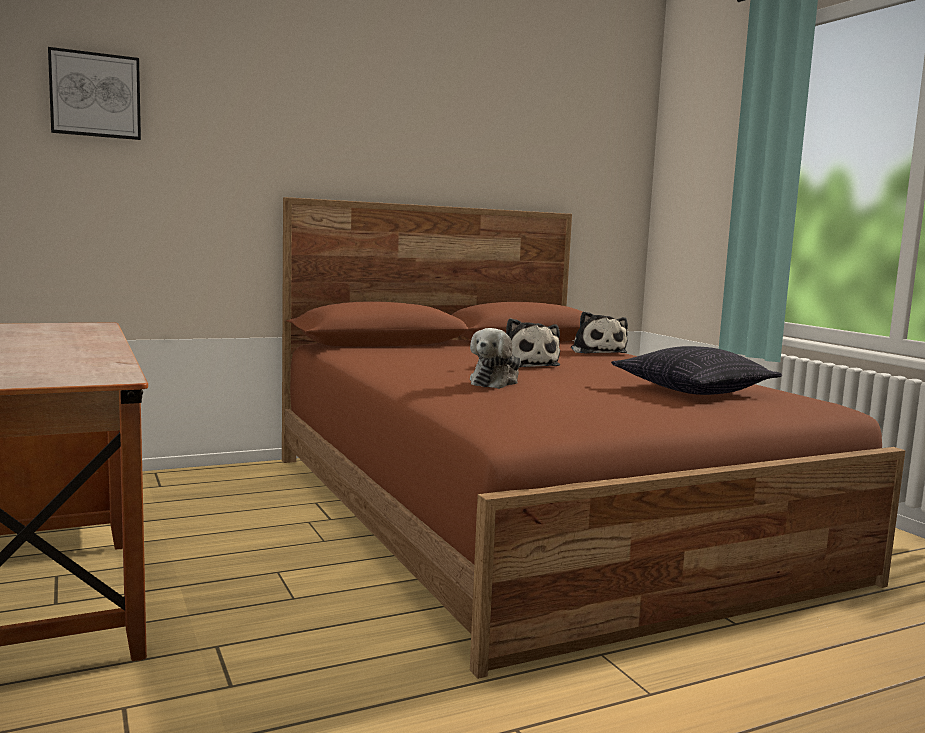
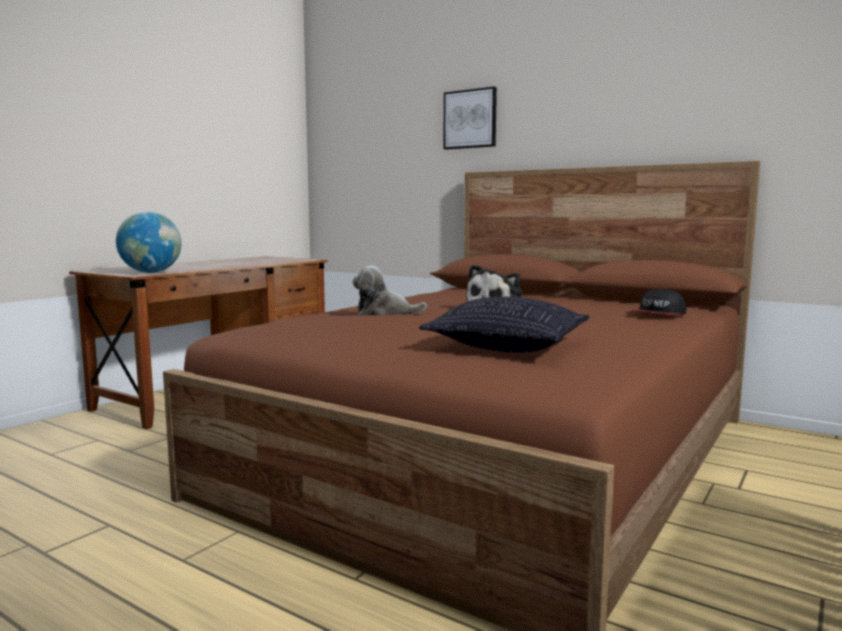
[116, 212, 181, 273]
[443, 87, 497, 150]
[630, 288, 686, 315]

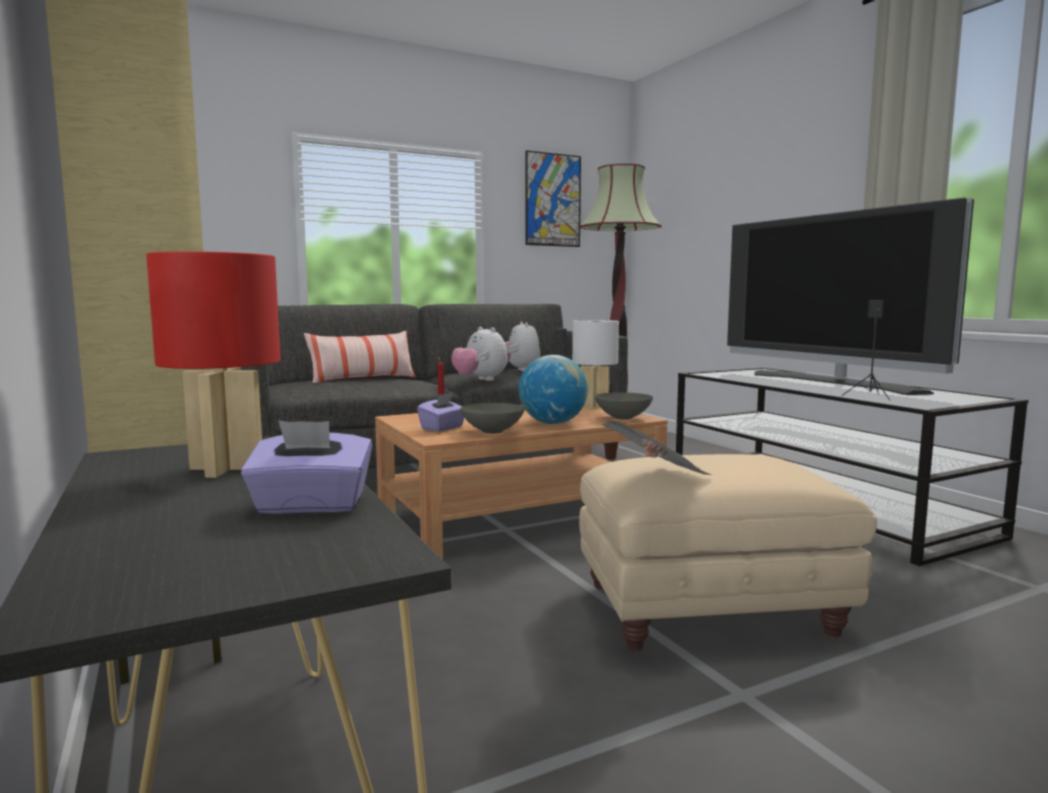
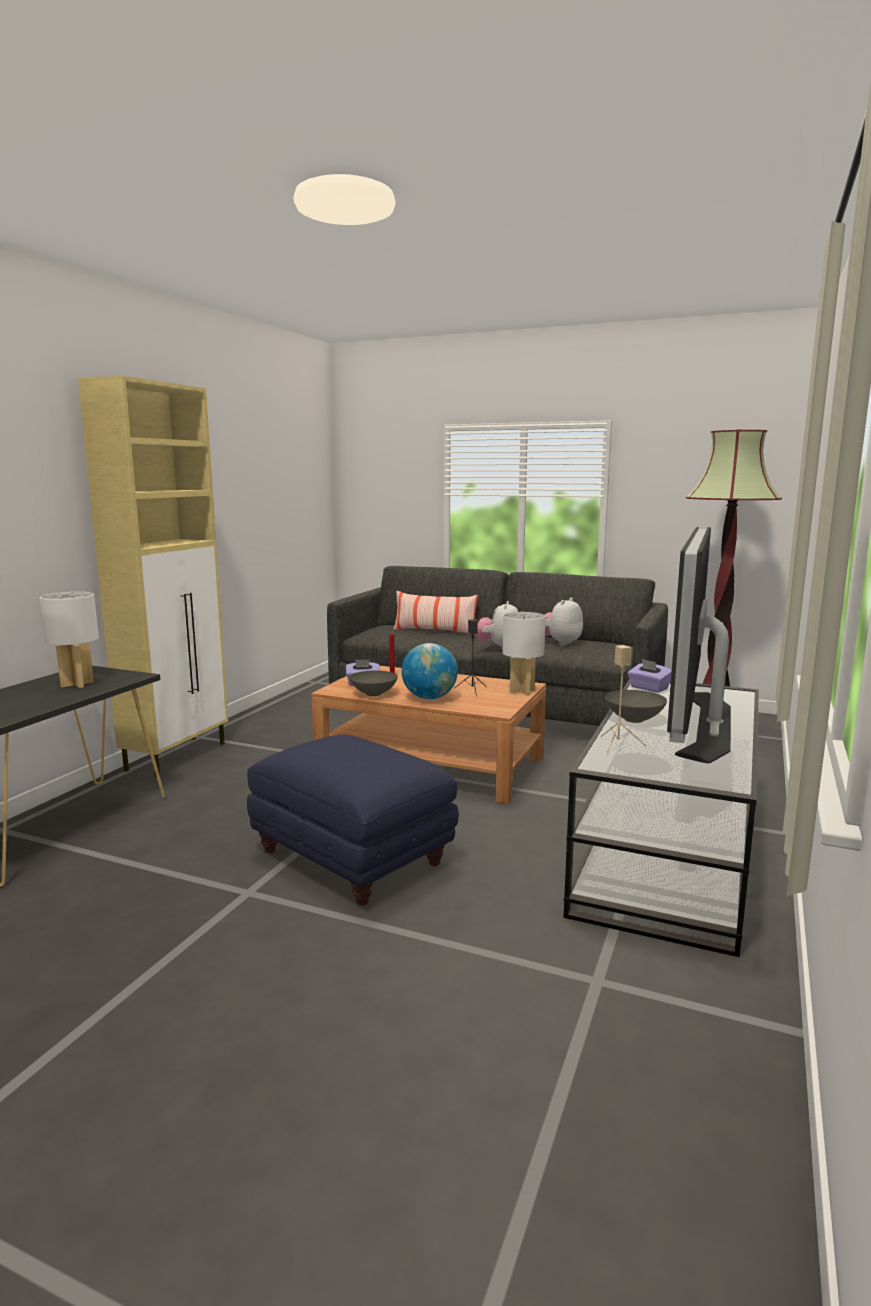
[525, 150, 581, 247] (first image)
[602, 421, 713, 475] (first image)
[628, 659, 672, 693]
[605, 690, 667, 723]
[40, 592, 99, 688]
[247, 734, 459, 906]
[600, 645, 646, 754]

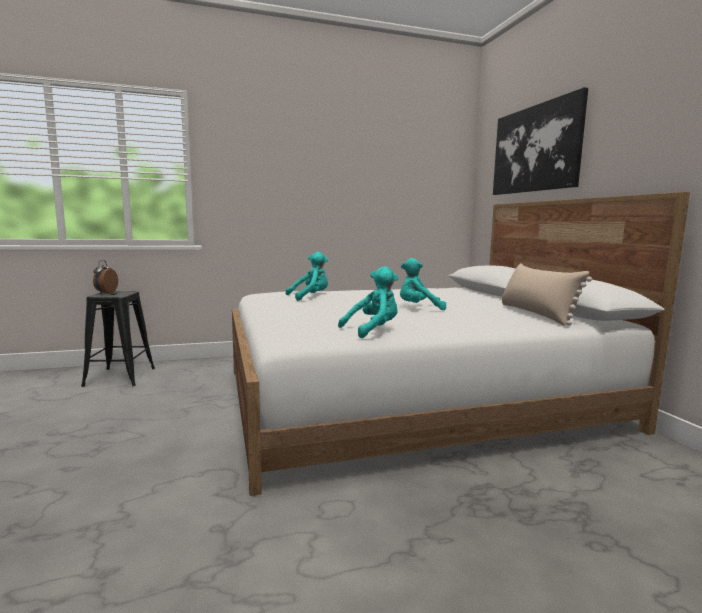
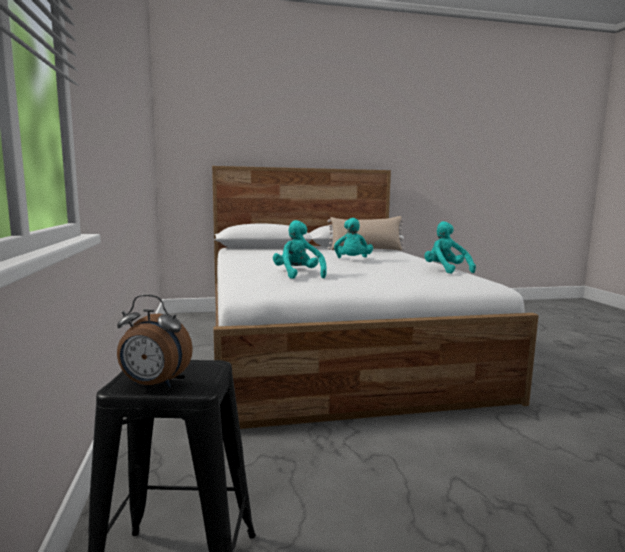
[493, 87, 588, 195] (first image)

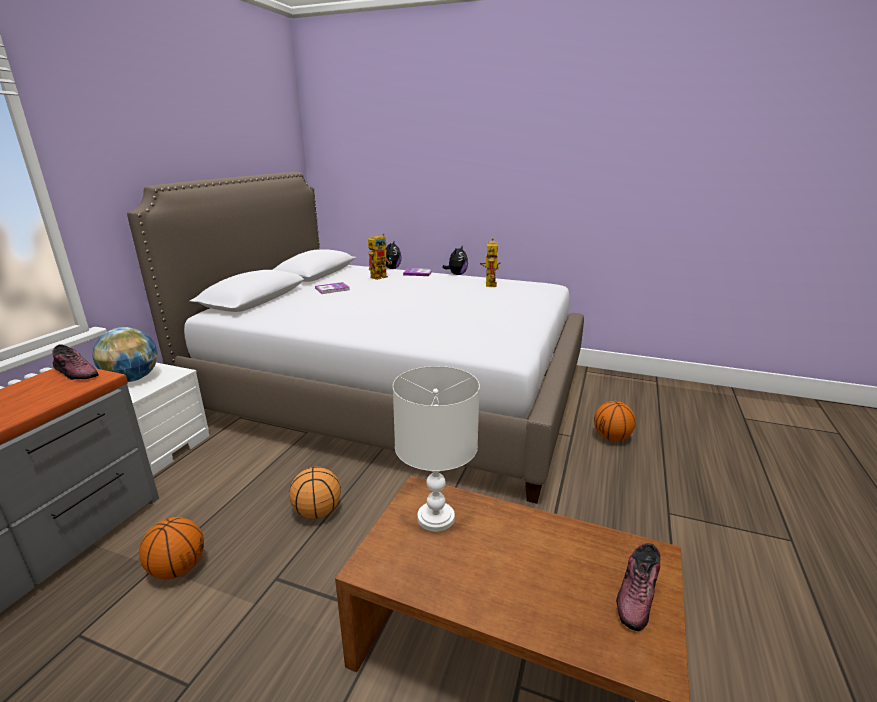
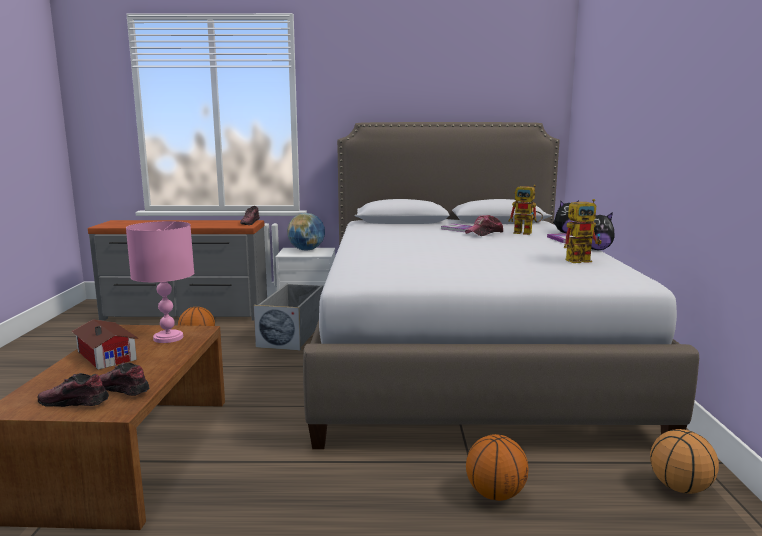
[72, 320, 138, 370]
[99, 362, 149, 396]
[253, 284, 323, 350]
[465, 215, 504, 236]
[650, 429, 719, 494]
[126, 221, 194, 343]

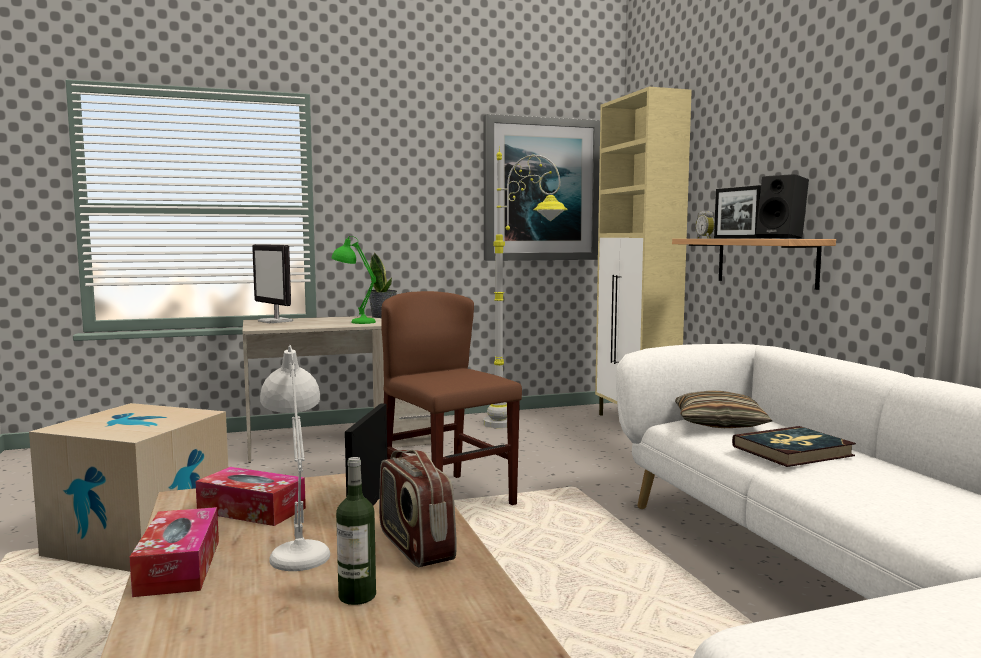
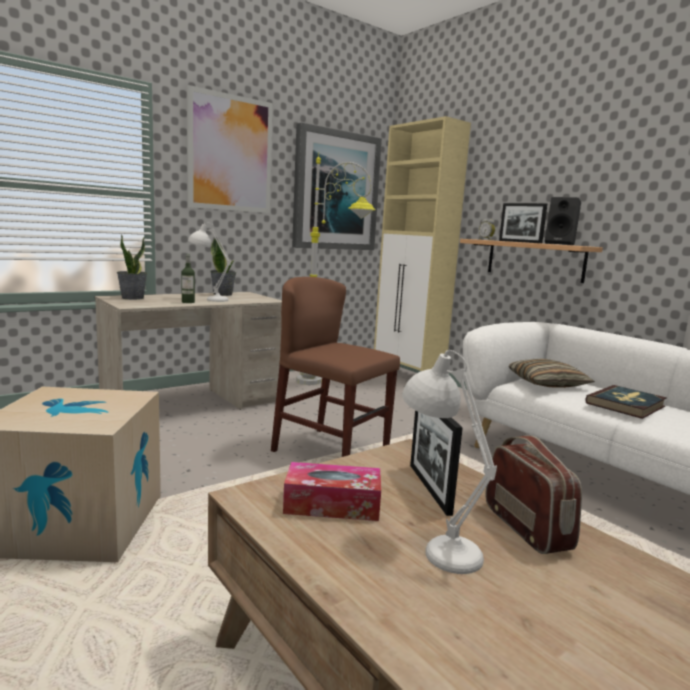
[130, 507, 219, 597] (first image)
[187, 85, 273, 213]
[181, 254, 195, 303]
[117, 234, 147, 300]
[188, 222, 231, 302]
[486, 436, 582, 554]

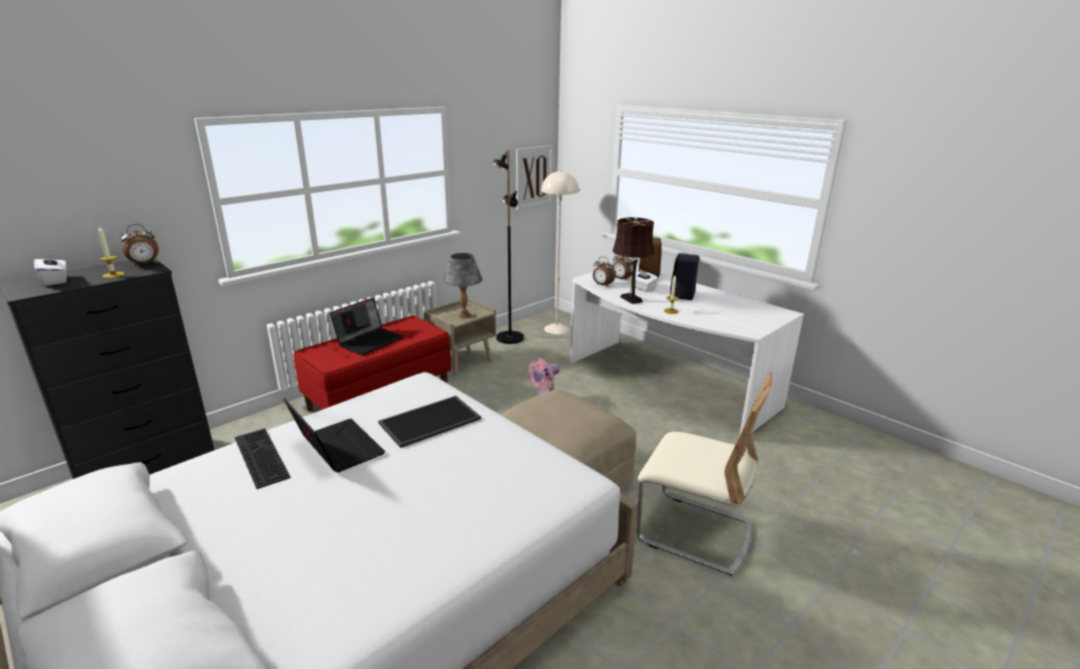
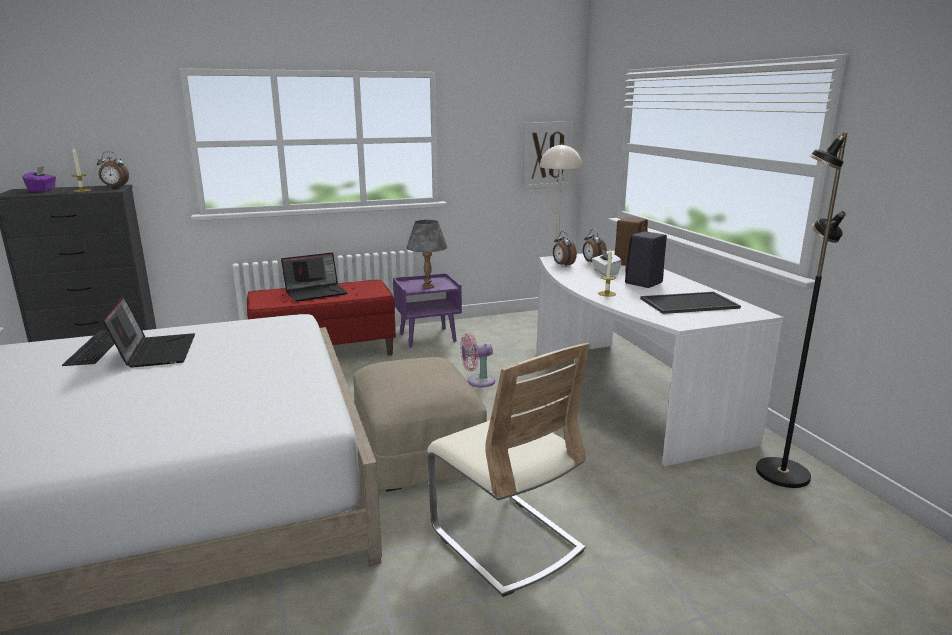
[613, 217, 654, 304] (first image)
[640, 292, 741, 314]
[756, 132, 847, 488]
[23, 166, 56, 192]
[393, 273, 462, 348]

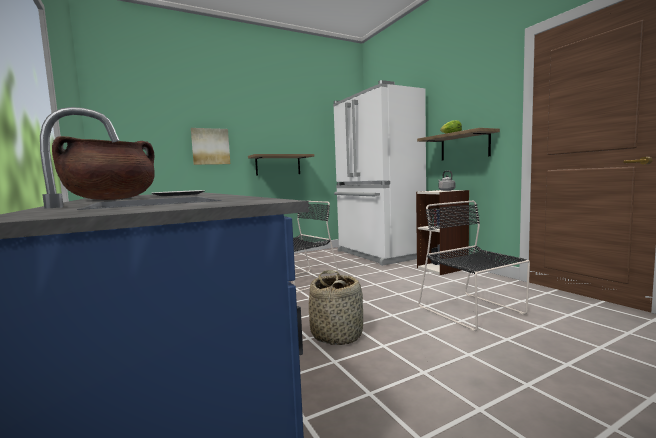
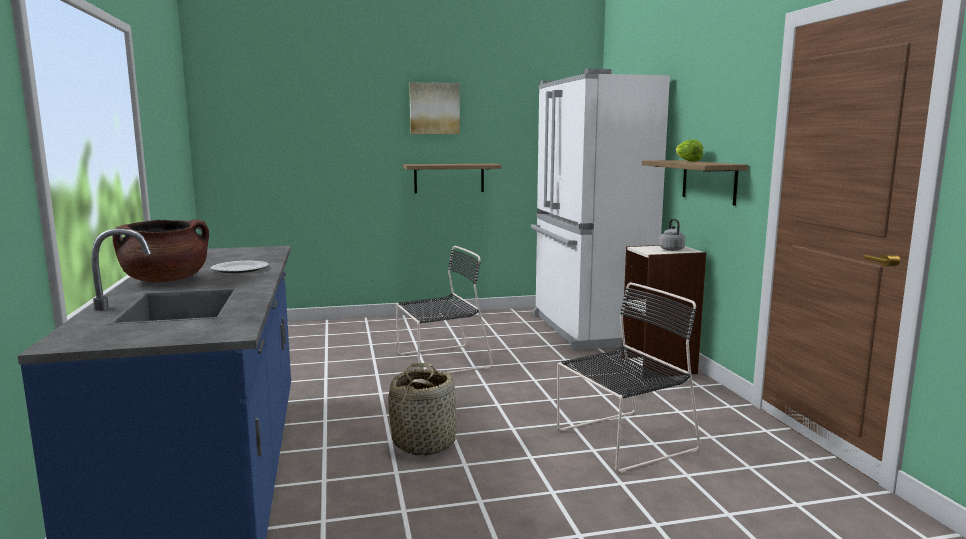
[409, 82, 460, 134]
[557, 282, 700, 473]

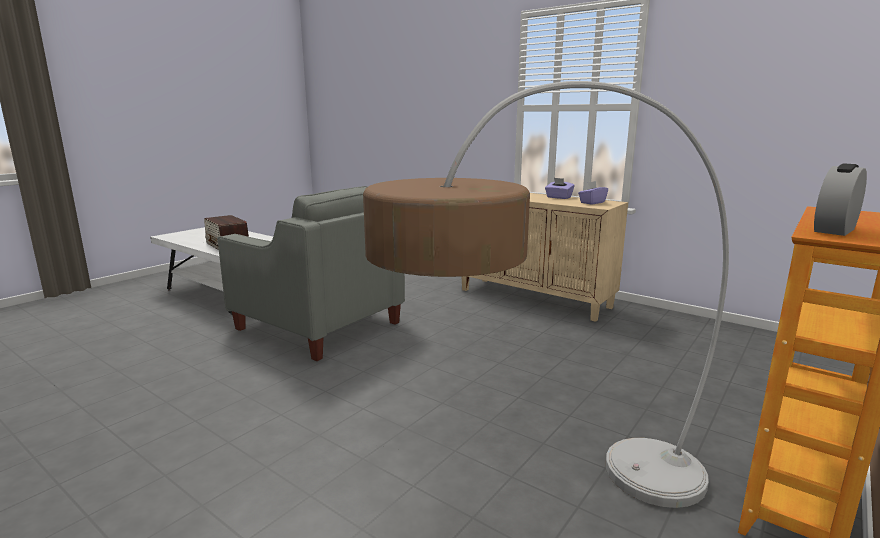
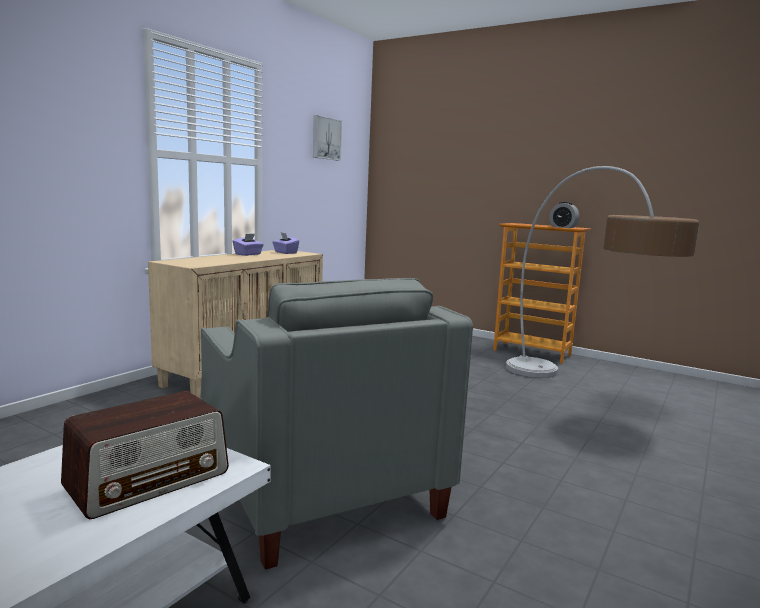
[313, 115, 342, 161]
[201, 278, 473, 570]

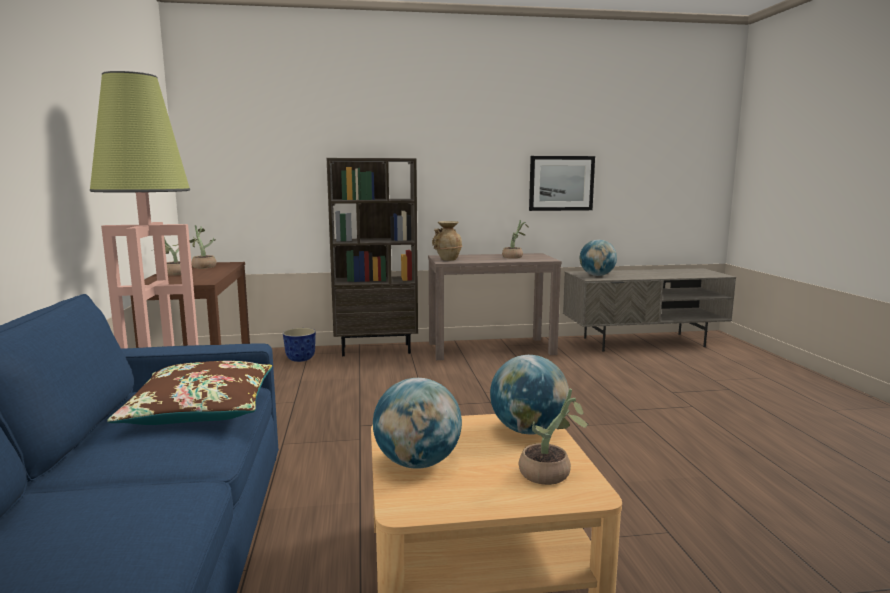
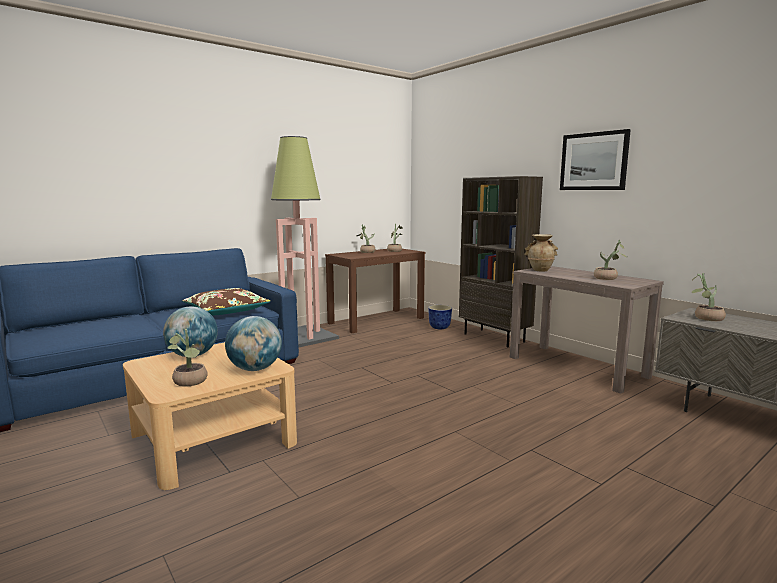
[560, 129, 631, 190]
[692, 273, 726, 321]

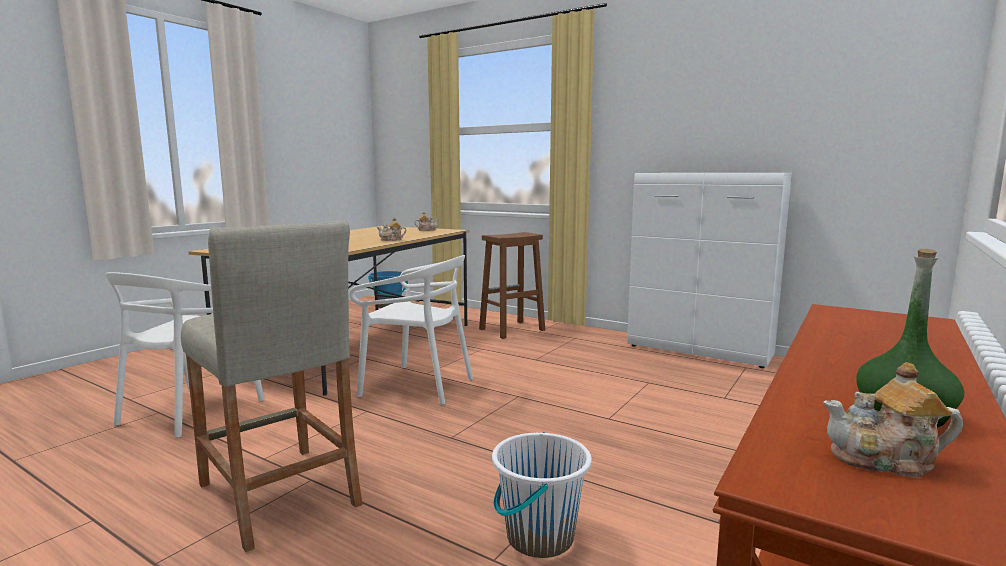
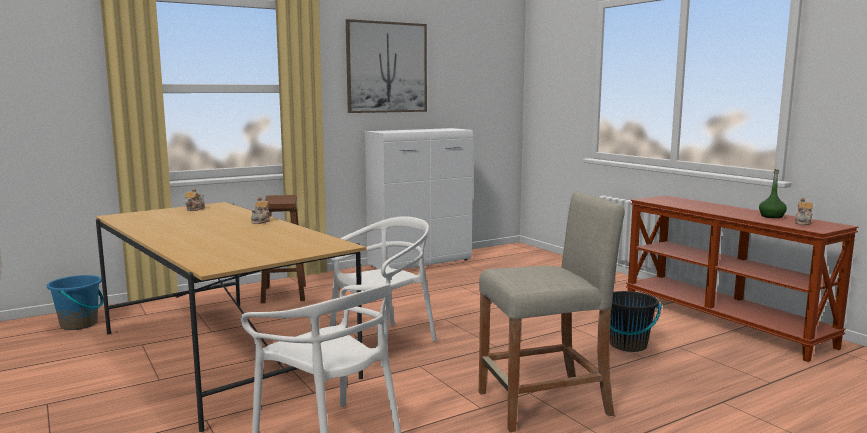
[346, 19, 427, 113]
[610, 291, 662, 352]

